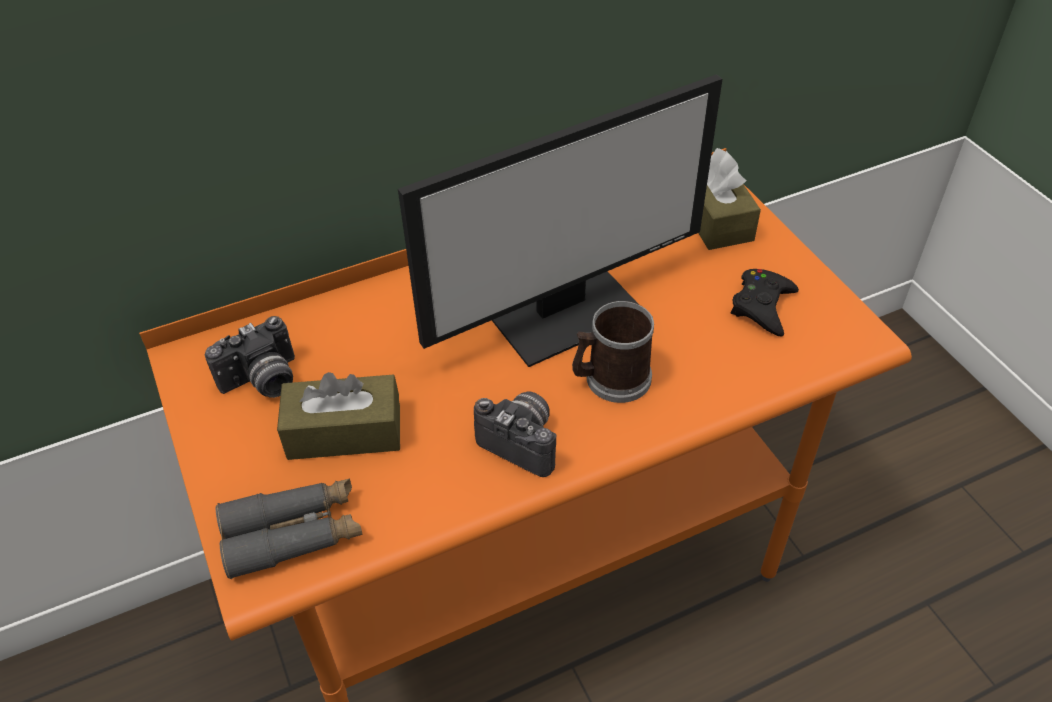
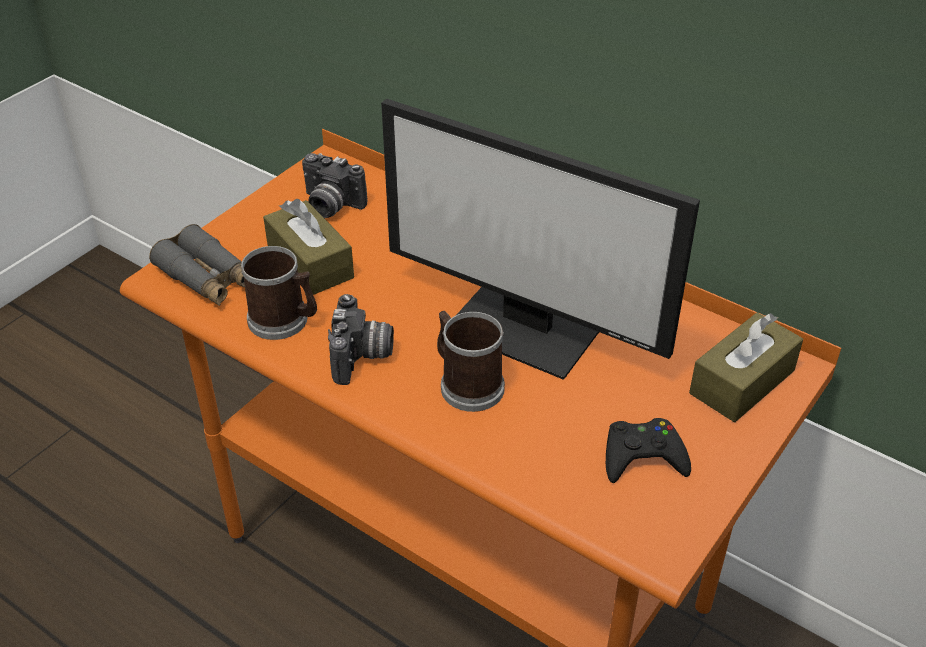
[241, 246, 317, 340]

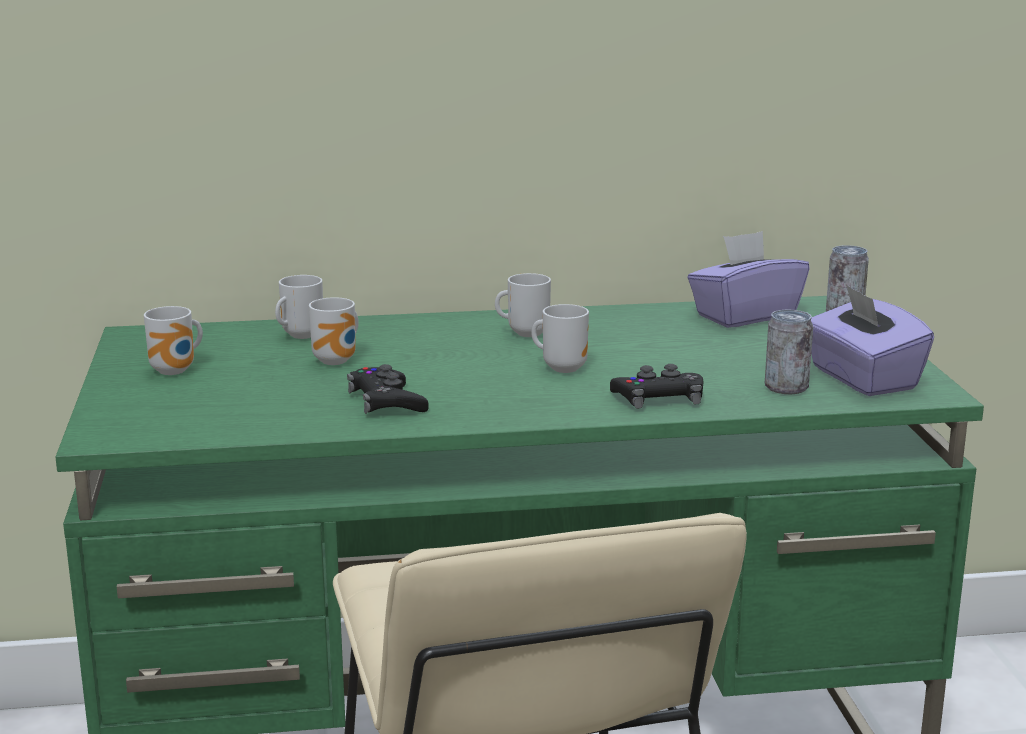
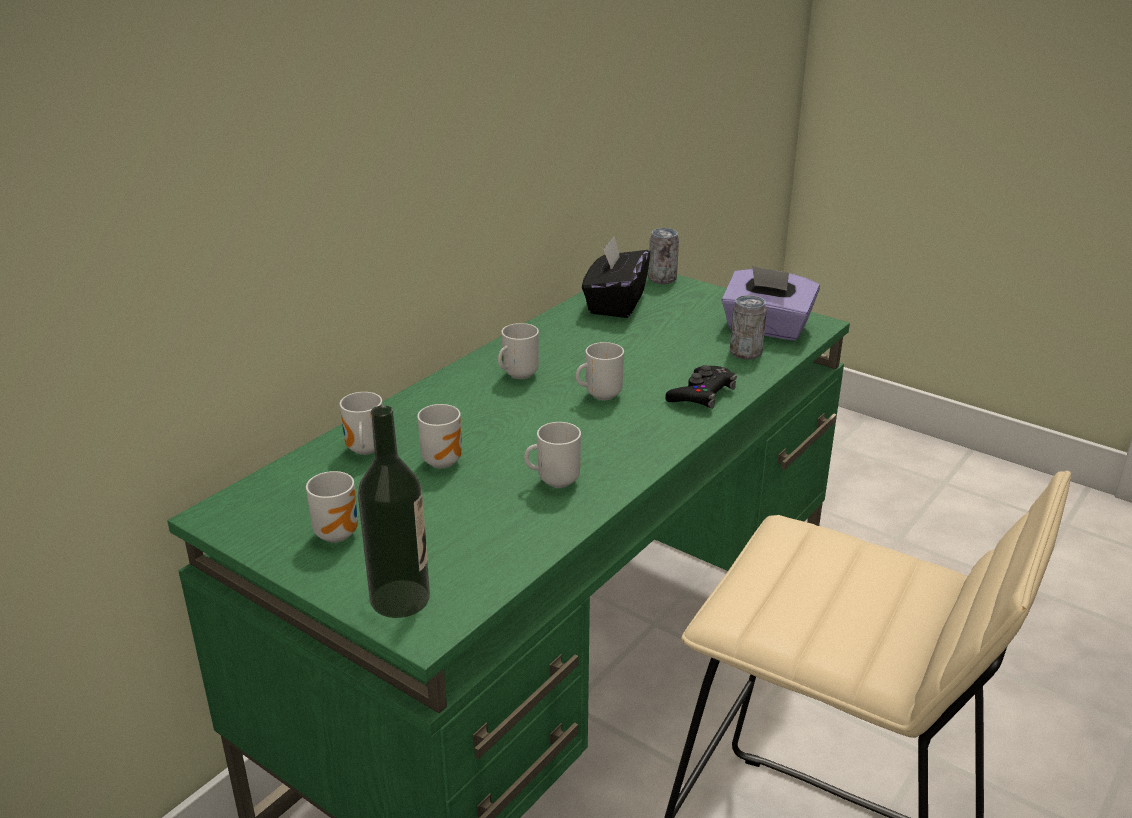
[358, 405, 430, 618]
[524, 422, 581, 488]
[582, 236, 650, 318]

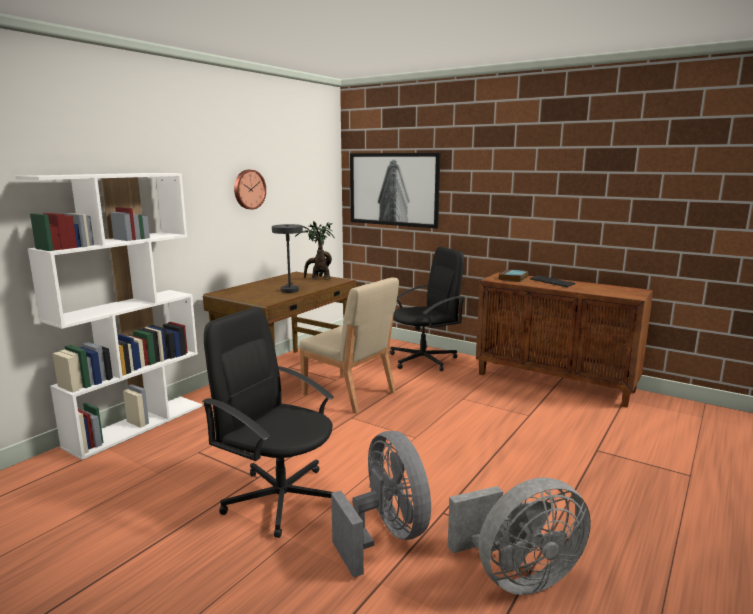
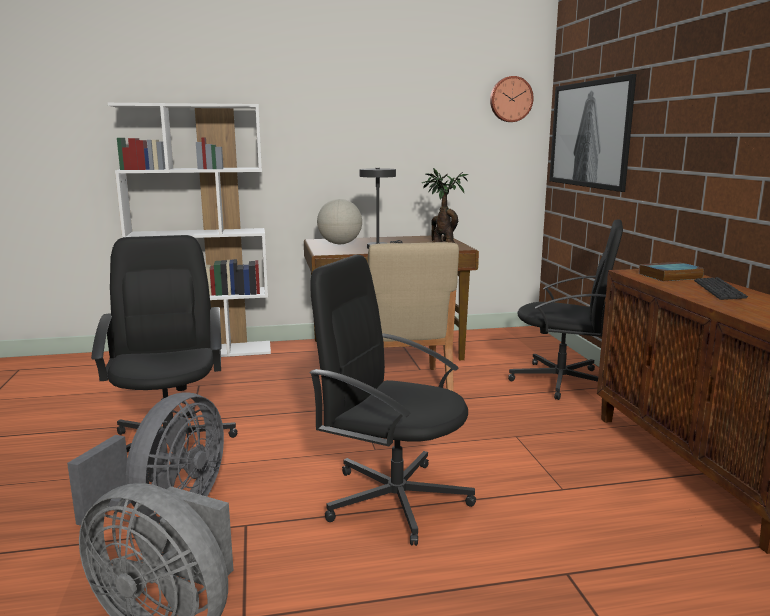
[309, 255, 476, 546]
[317, 199, 362, 244]
[490, 76, 534, 122]

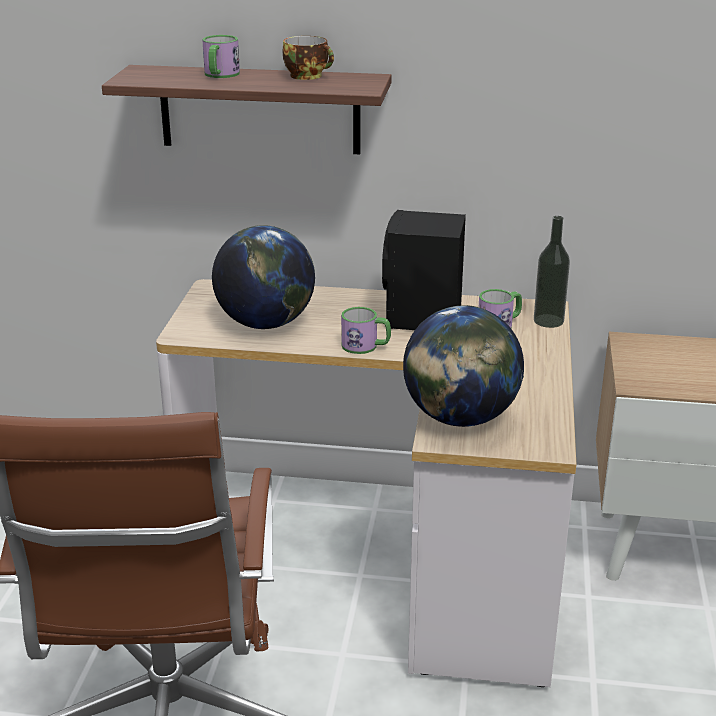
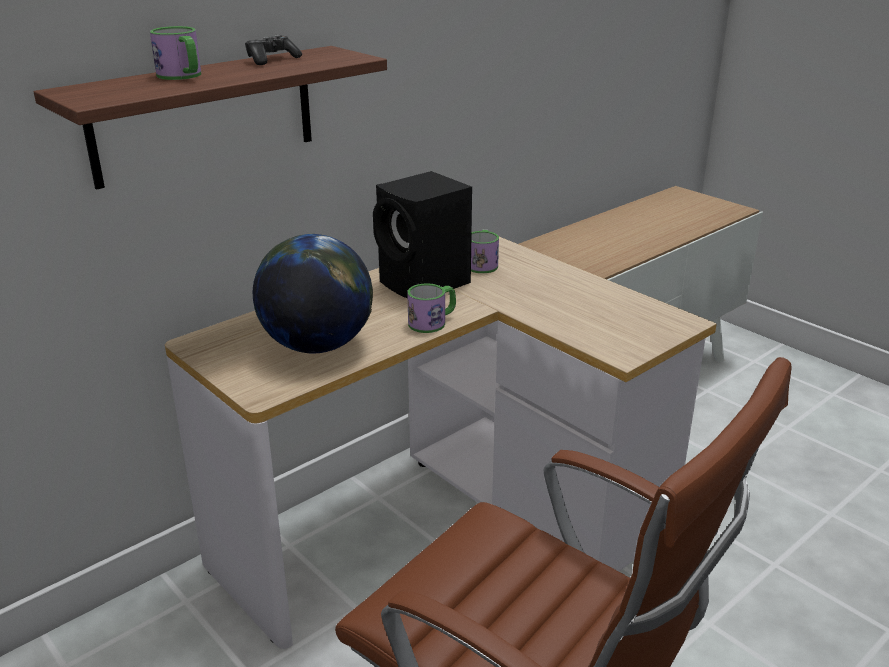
[403, 305, 524, 427] (first image)
[534, 216, 570, 328] (first image)
[245, 35, 302, 65]

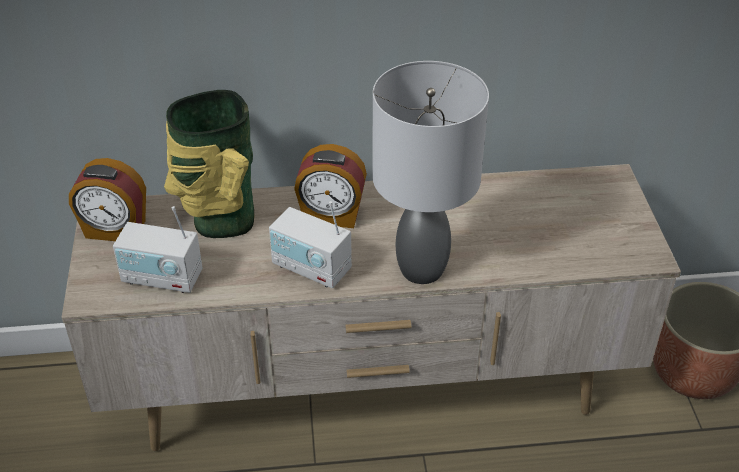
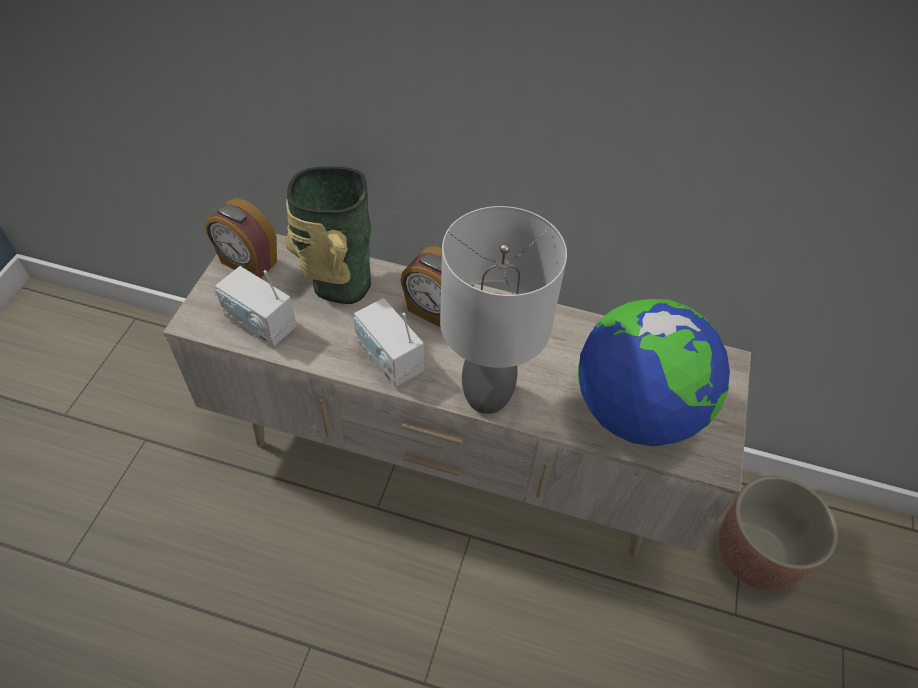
[578, 299, 730, 446]

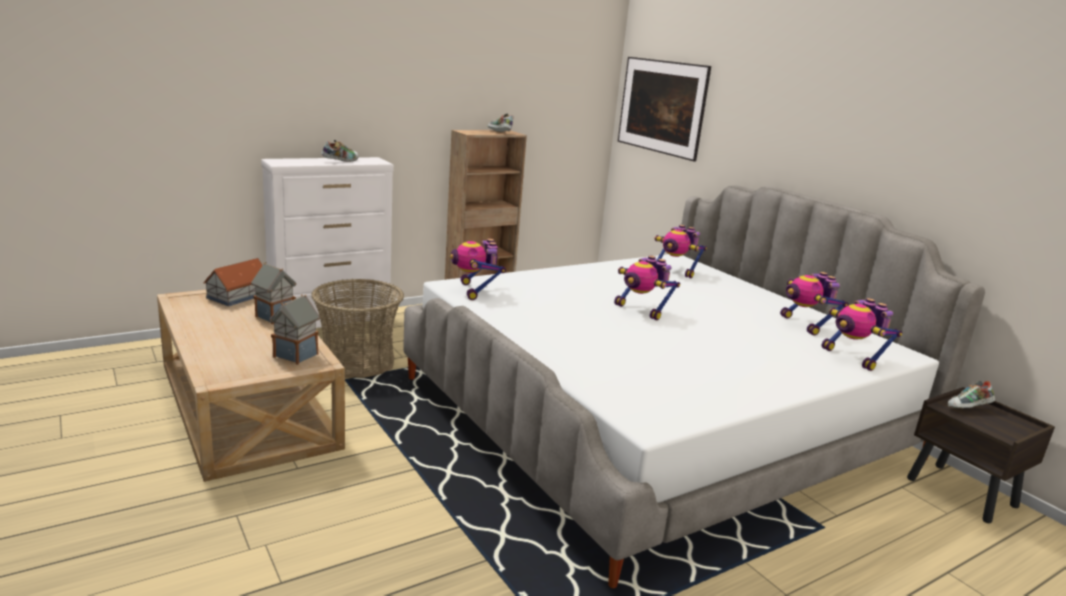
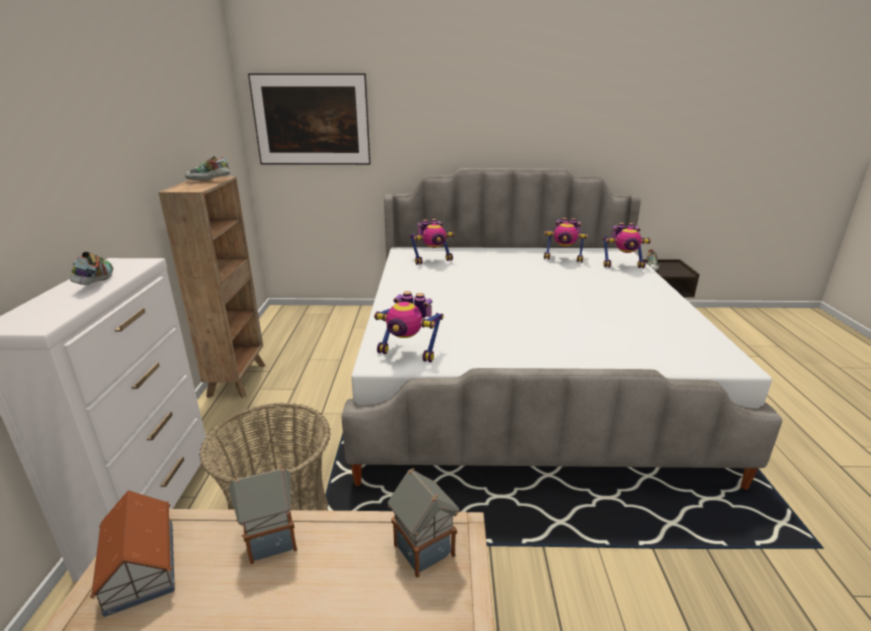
[614, 256, 680, 320] (first image)

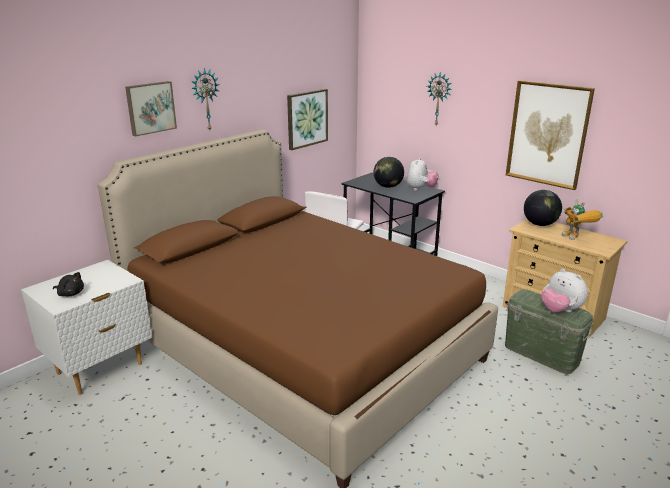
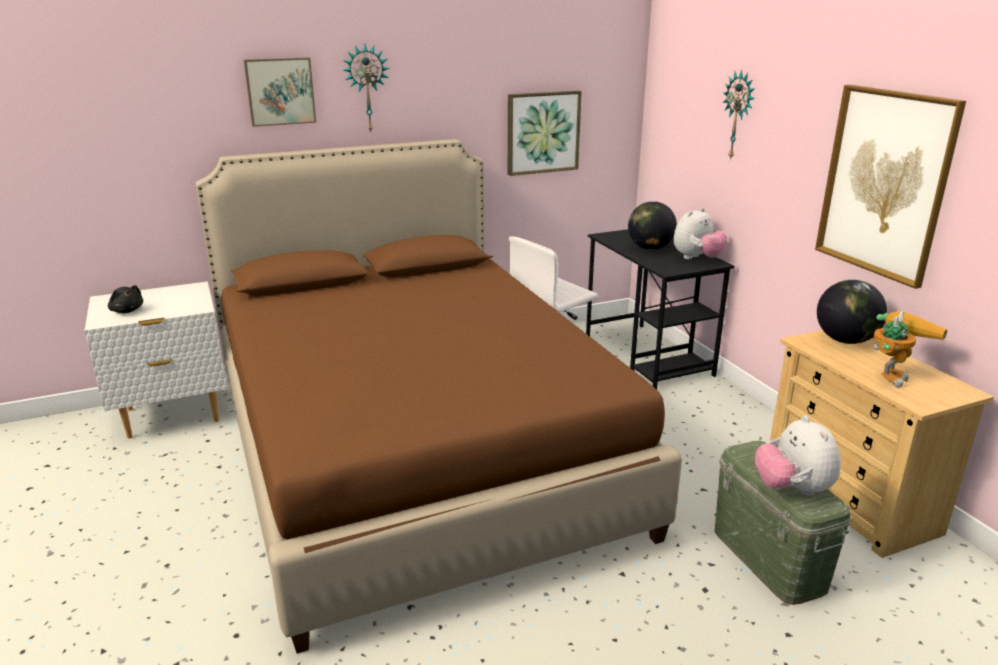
[873, 311, 947, 388]

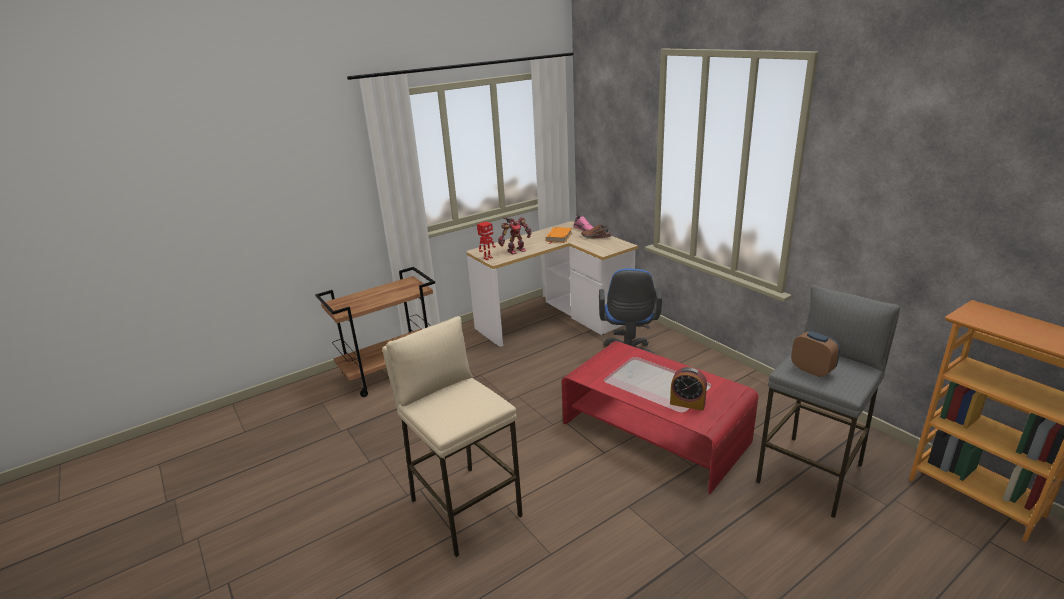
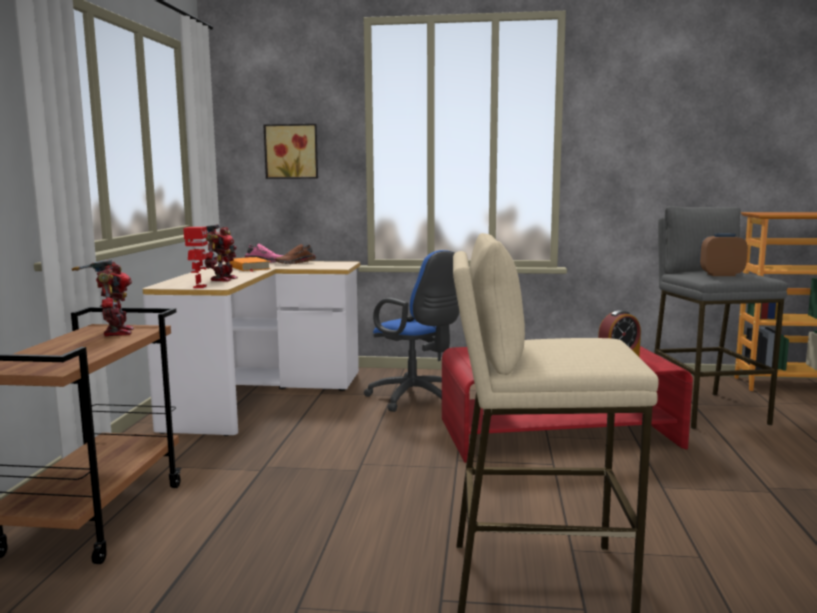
[72, 259, 134, 336]
[263, 124, 318, 179]

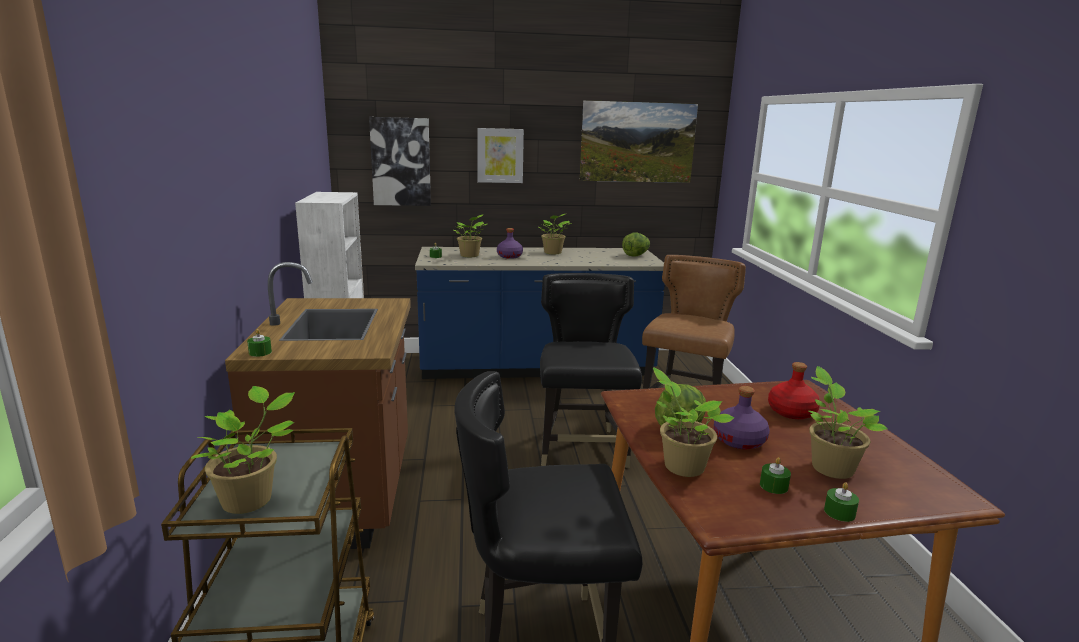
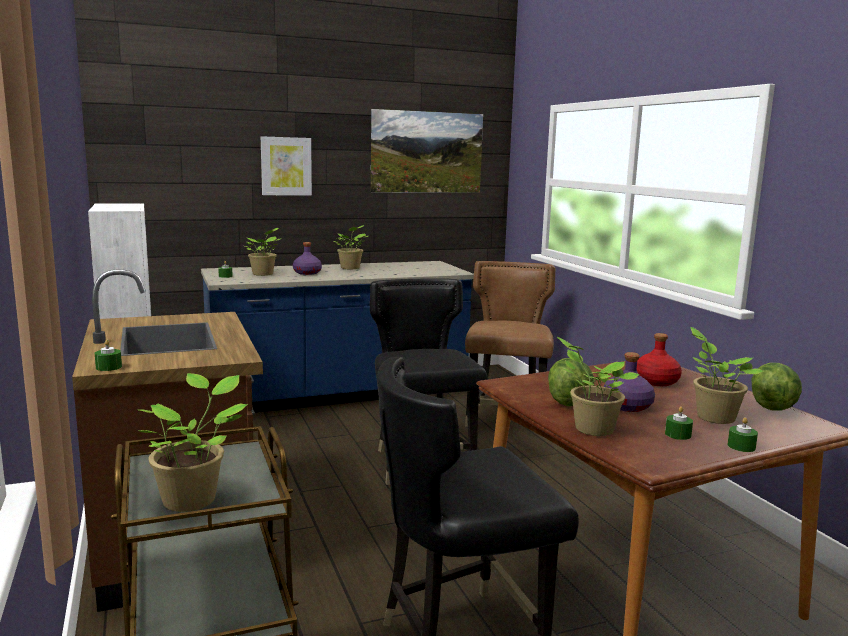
[369, 117, 431, 206] (first image)
[751, 363, 802, 411]

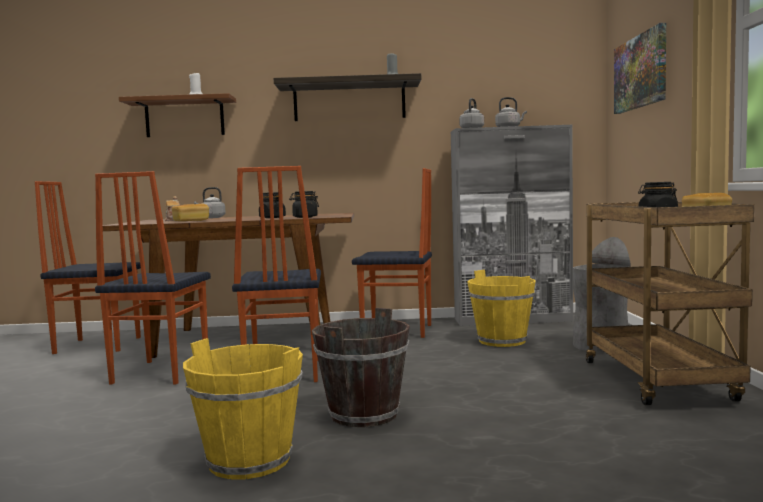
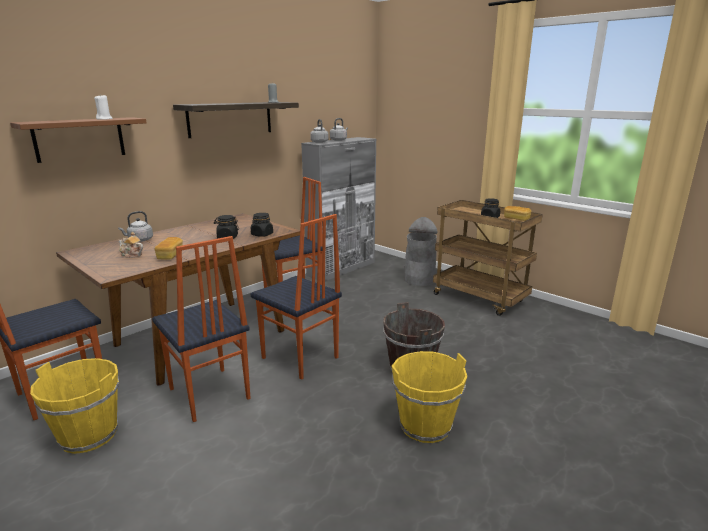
[614, 23, 666, 114] (first image)
[30, 358, 119, 454]

